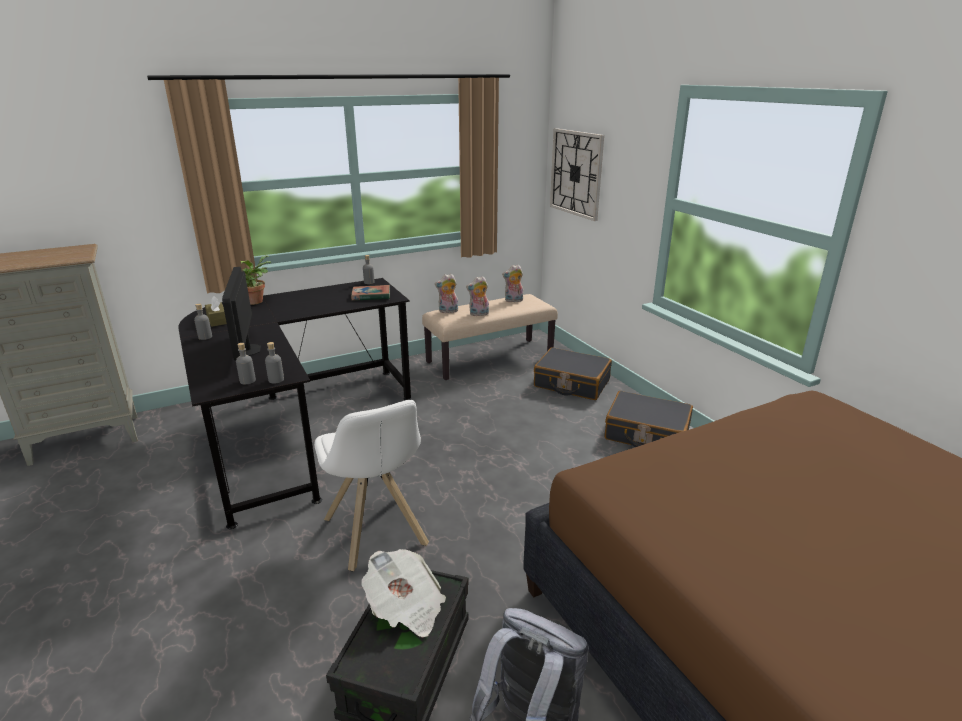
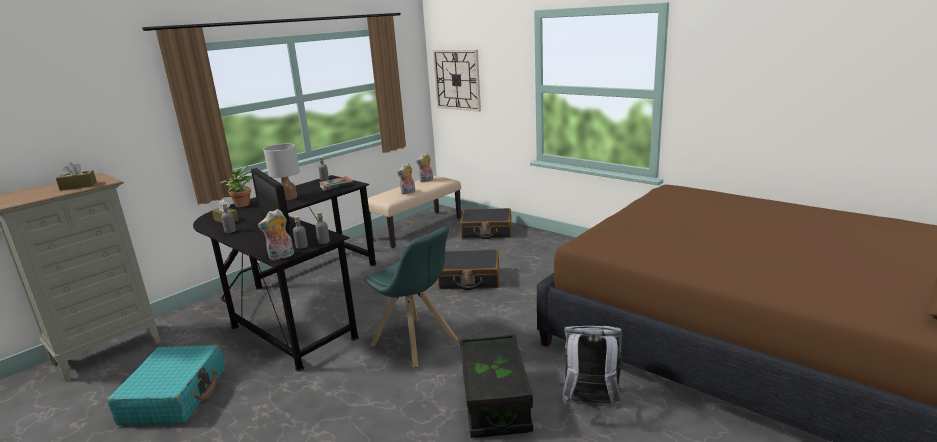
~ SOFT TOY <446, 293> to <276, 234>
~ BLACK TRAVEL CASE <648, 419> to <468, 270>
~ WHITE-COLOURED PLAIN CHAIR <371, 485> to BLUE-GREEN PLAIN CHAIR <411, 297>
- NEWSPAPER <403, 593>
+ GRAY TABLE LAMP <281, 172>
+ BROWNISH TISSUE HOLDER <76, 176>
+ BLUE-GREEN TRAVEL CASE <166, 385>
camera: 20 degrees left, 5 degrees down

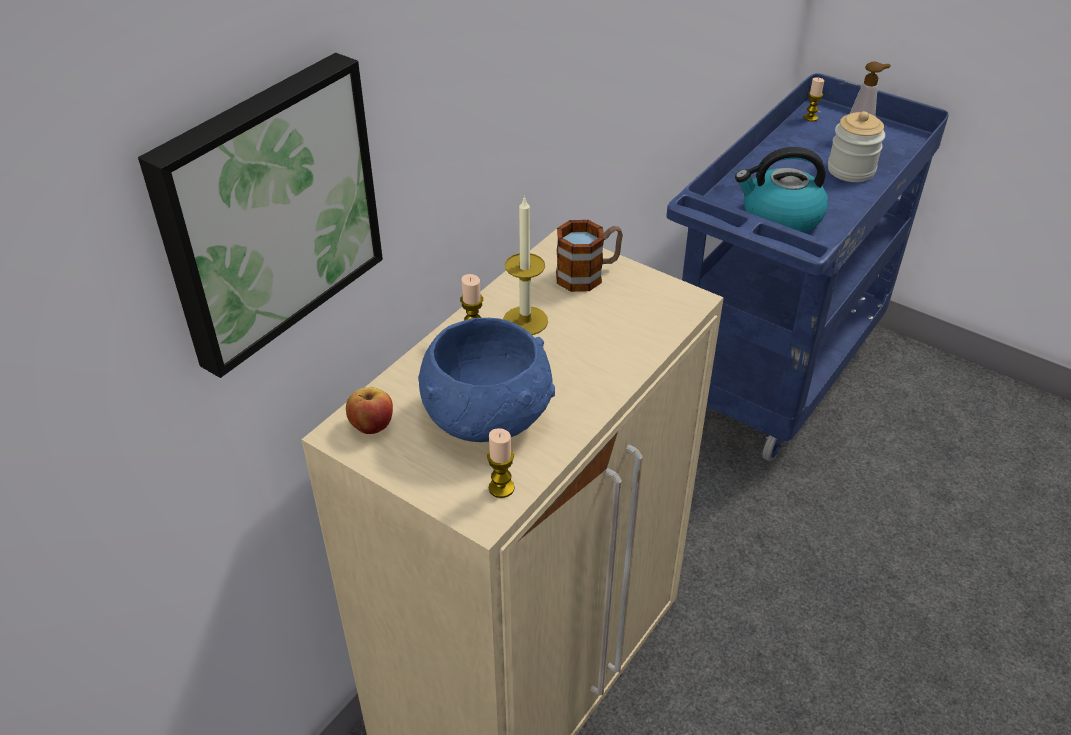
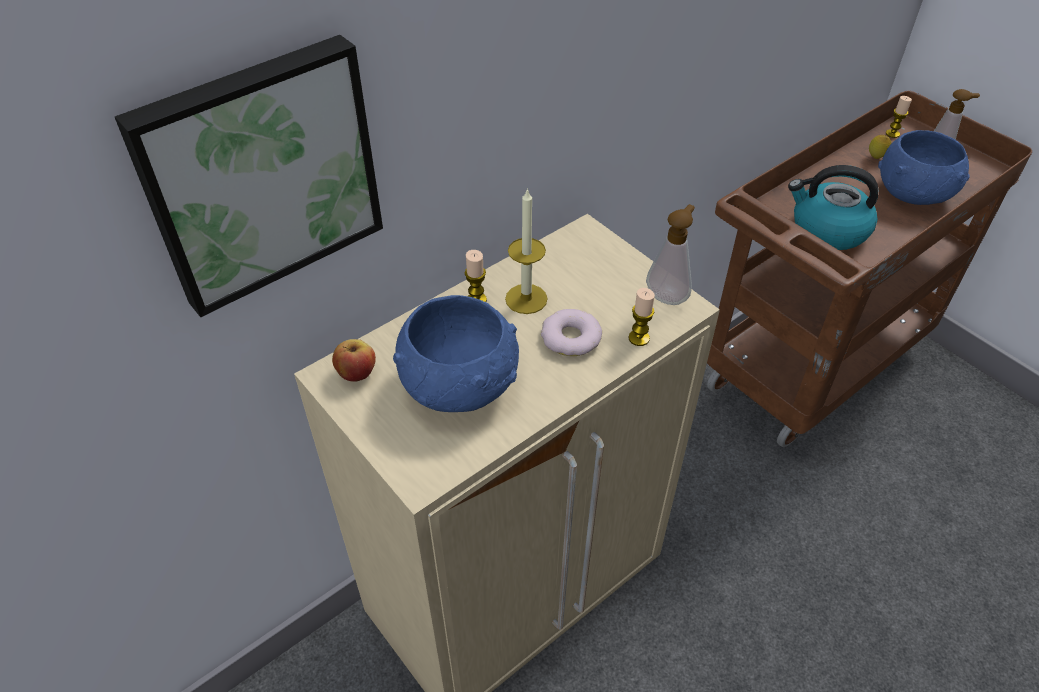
~ BLUE-COLOURED CART <807, 267> to BROWNISH CART <869, 269>
~ STORAGE JAR <856, 146> to BLUE-COLOURED BOWL <924, 167>
- MUG <589, 256>
~ CANDLE <501, 463> to <641, 317>
+ LEMON <880, 147>
+ LIQUID SOAP BOTTLE <670, 254>
+ RING DOUGHNUT <571, 332>
camera: 15 degrees right, 5 degrees up

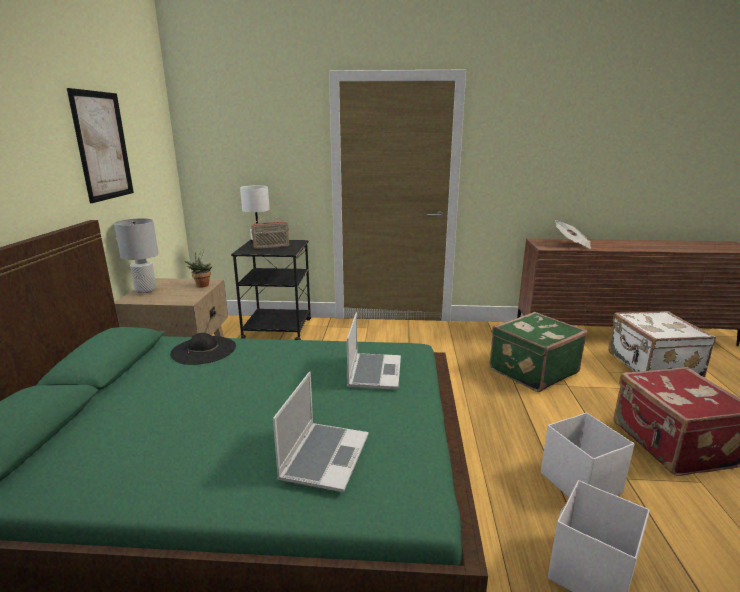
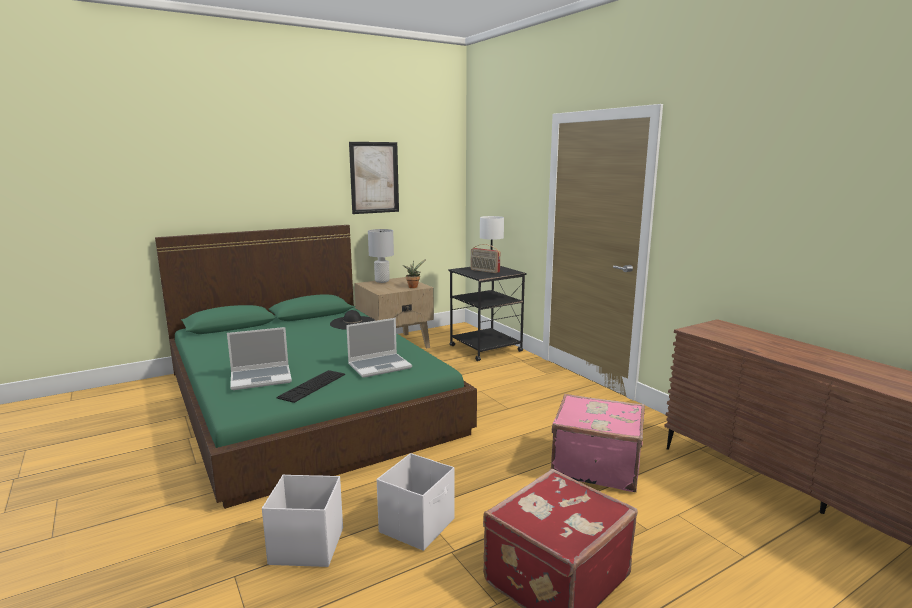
- NEWSPAPER <573, 234>
- WHITE-COLOURED TRAVEL CASE <662, 344>
~ GREENISH TRAVEL CASE <538, 352> to PINK TRAVEL CASE <598, 443>
+ PC KEYBOARD <310, 386>
camera: 55 degrees right, 5 degrees down

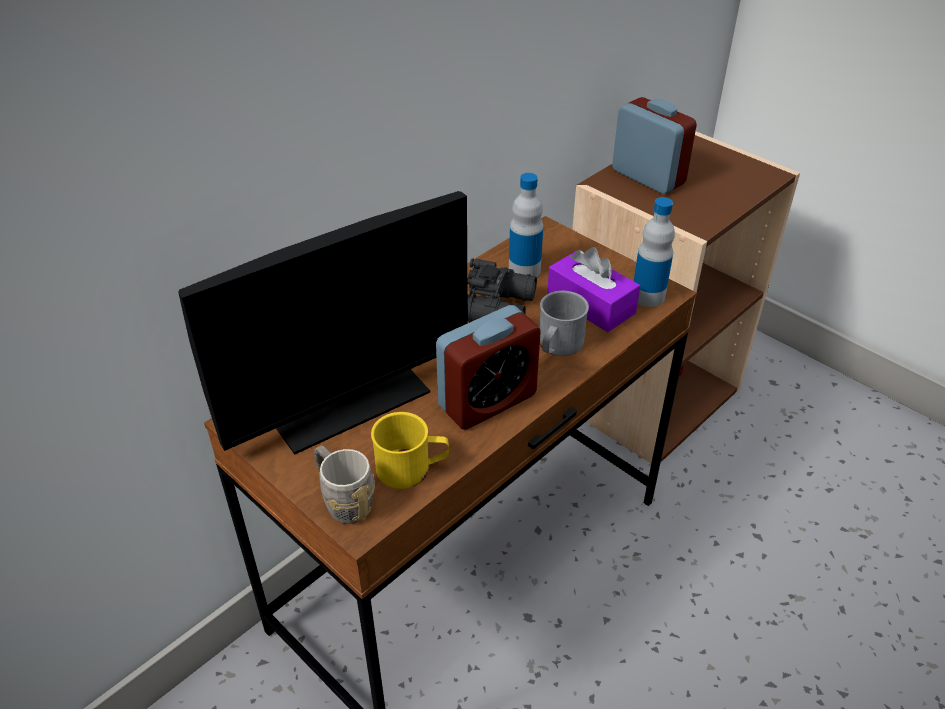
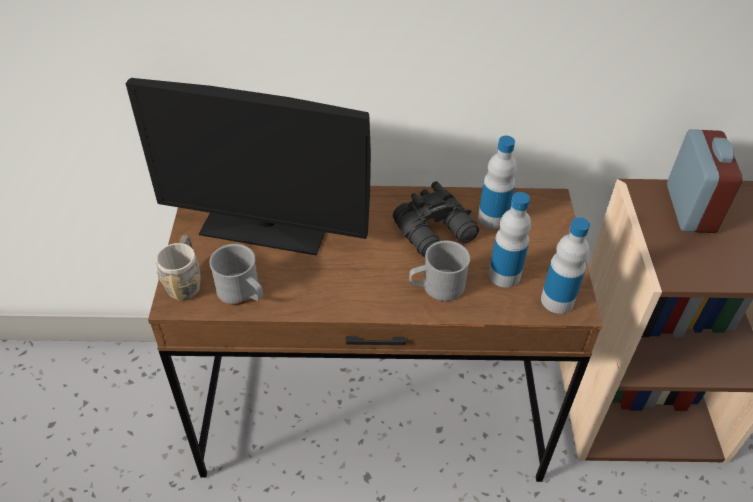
~ PURPLISH TISSUE HOLDER <593, 289> to BEVERAGE BOTTLE <510, 240>
- TABLE CLOCK <488, 367>
~ YELLOW MUG <410, 450> to GRAY MUG <236, 274>
camera: 45 degrees right, 5 degrees up

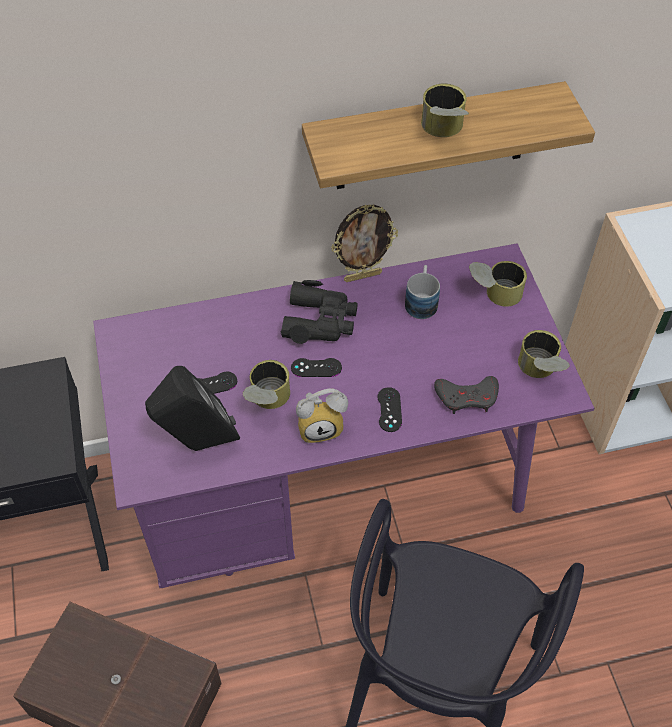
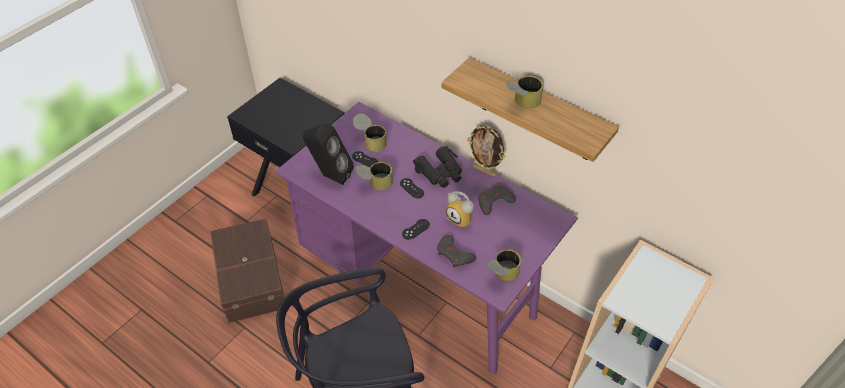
~ METAL CAN <498, 284> to <370, 132>
~ MUG <422, 292> to GRAY JOYPAD <497, 200>
~ TABLE CLOCK <322, 416> to <460, 209>
camera: 50 degrees right, 5 degrees down

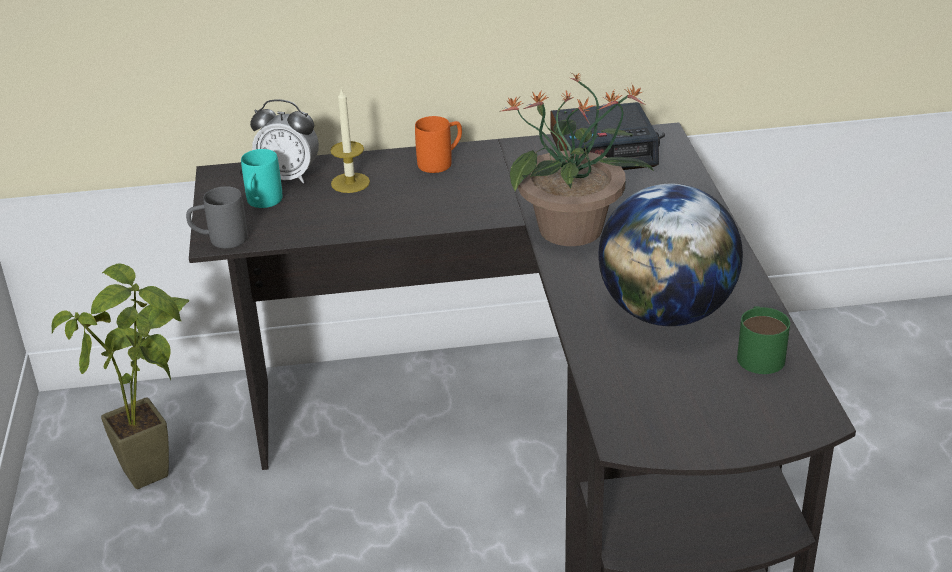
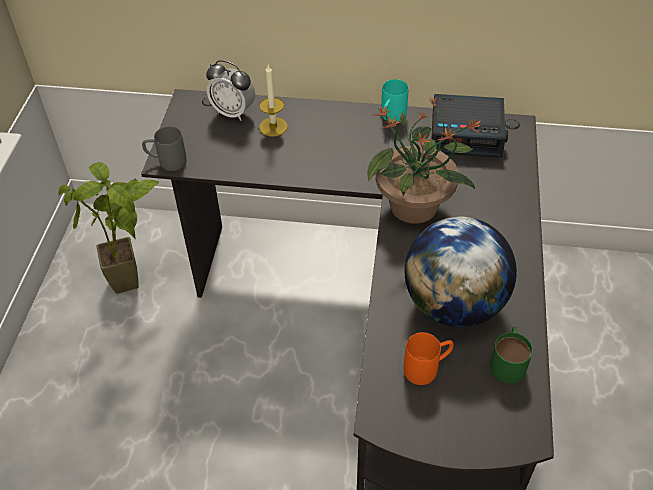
~ ORANGEY MUG <438, 144> to <429, 358>
~ BLUE-GREEN MUG <261, 178> to <395, 100>
camera: 15 degrees right, 15 degrees up

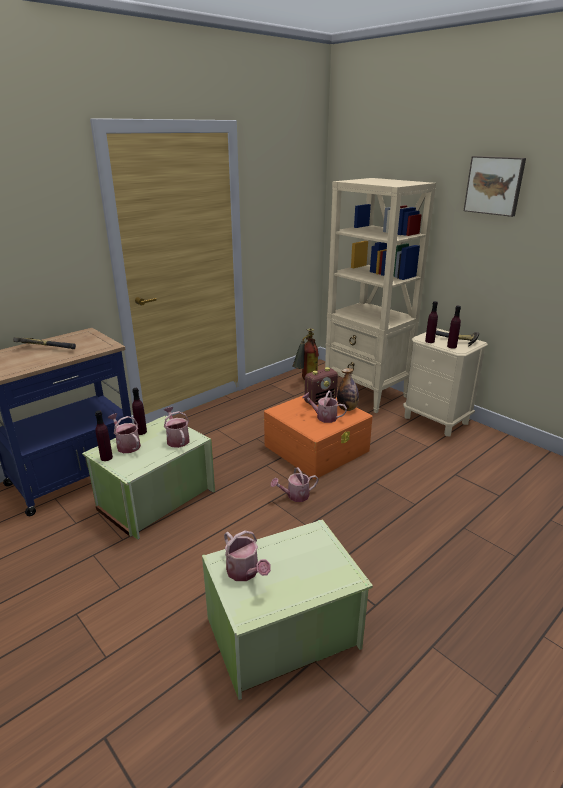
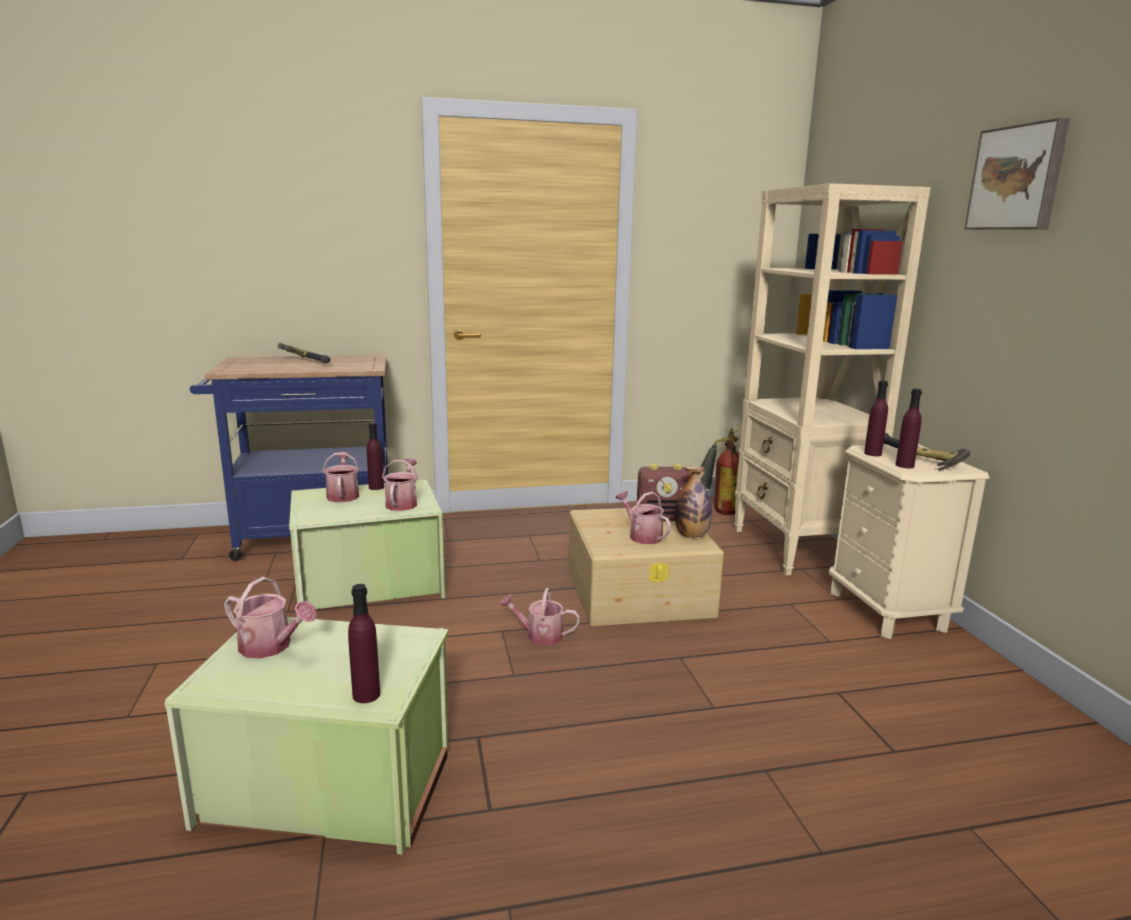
~ ORANGEY STORAGE BOX <318, 437> to BEIGE STORAGE BOX <646, 567>
~ PURPLISH BEVERAGE BOTTLE <104, 436> to <364, 643>
~ SPRINKLING CAN <247, 555> = <270, 618> 60 degrees counterclockwise
camera: 30 degrees right, 10 degrees down

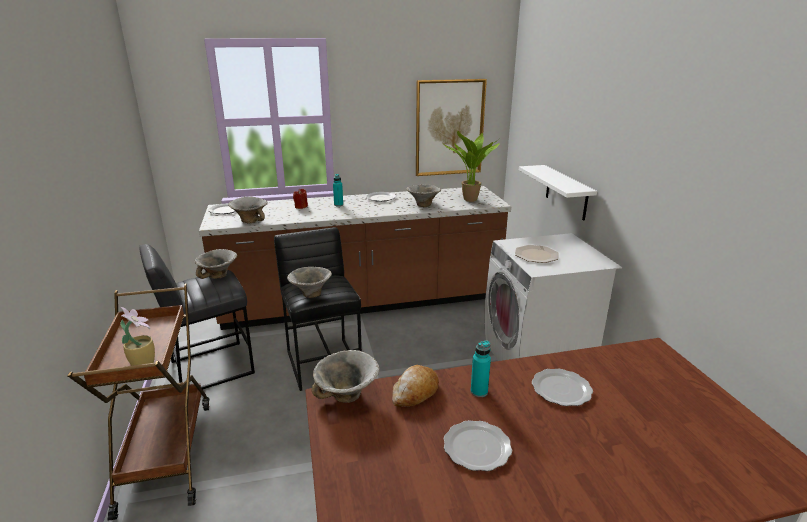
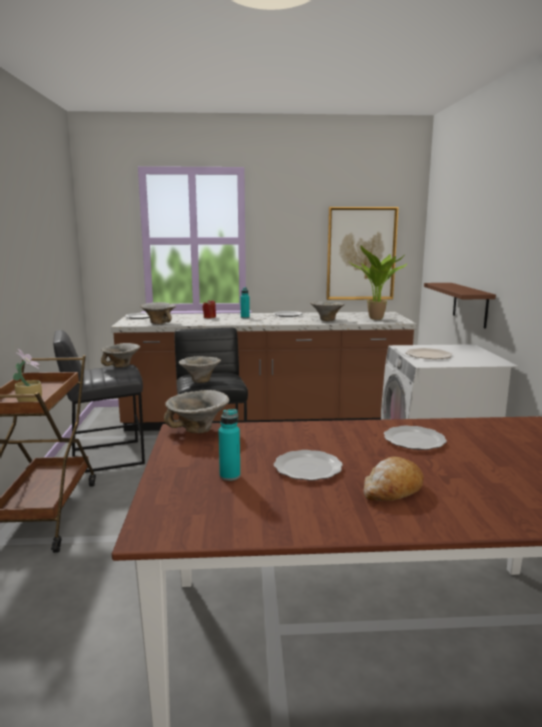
~ WHITE-COLOURED BRACKET SHELF <558, 193> to BROWNISH BRACKET SHELF <460, 305>
~ BLUE-GREEN BEVERAGE BOTTLE <481, 368> to <229, 445>
~ BREAD <415, 386> to <394, 478>
camera: 10 degrees right, 10 degrees down

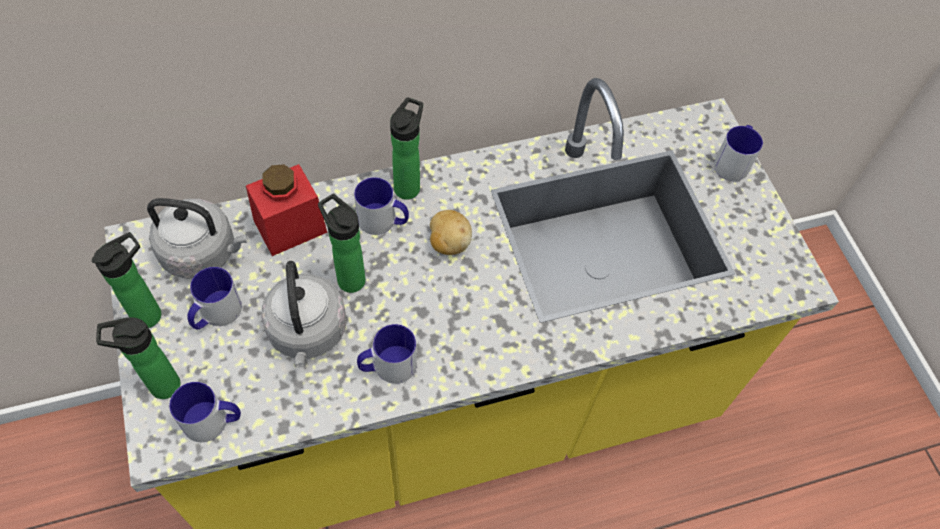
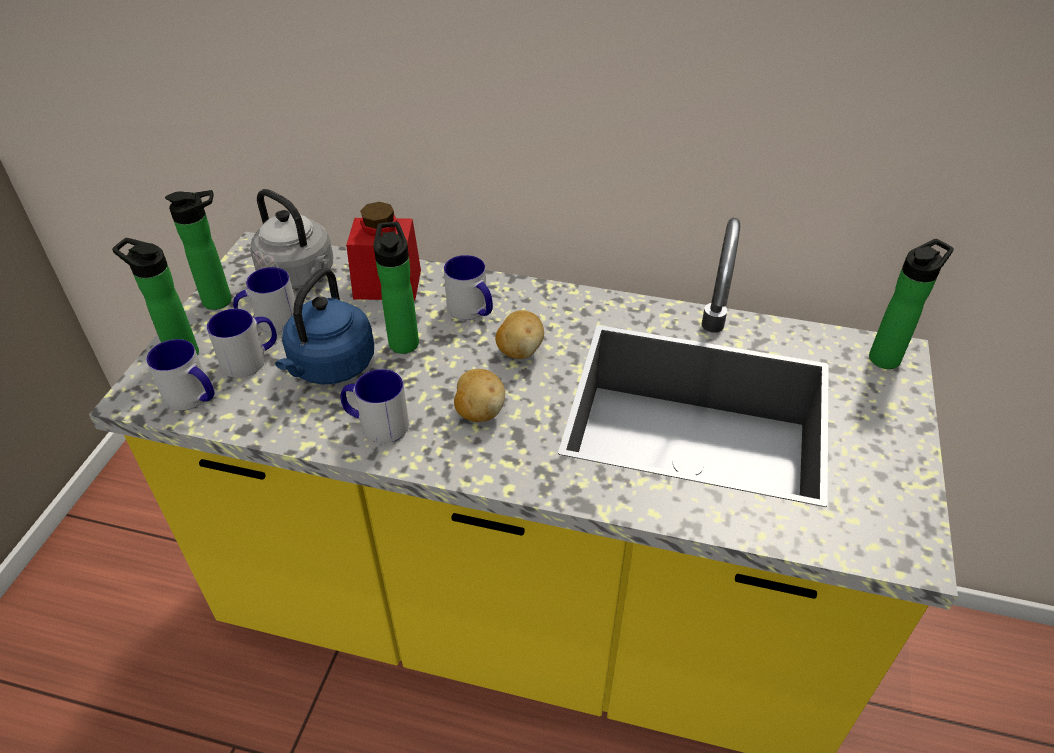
~ BEVERAGE BOTTLE <406, 148> to <911, 304>
~ MUG <738, 153> to <242, 343>
~ GRAY KETTLE <303, 314> to BLUE-COLOURED KETTLE <324, 326>
+ WHOLE POTATO <479, 395>
camera: 35 degrees right, 15 degrees down

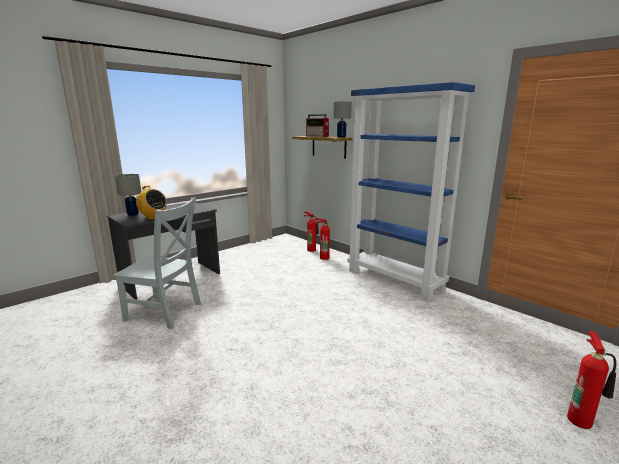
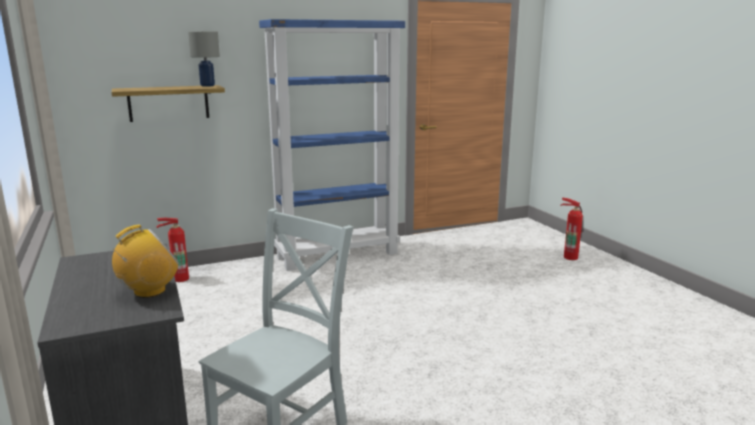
- RADIO RECEIVER <317, 125>
- GRAY TABLE LAMP <128, 195>
- FIRE EXTINGUISHER <322, 239>
camera: 70 degrees left, 0 degrees up

